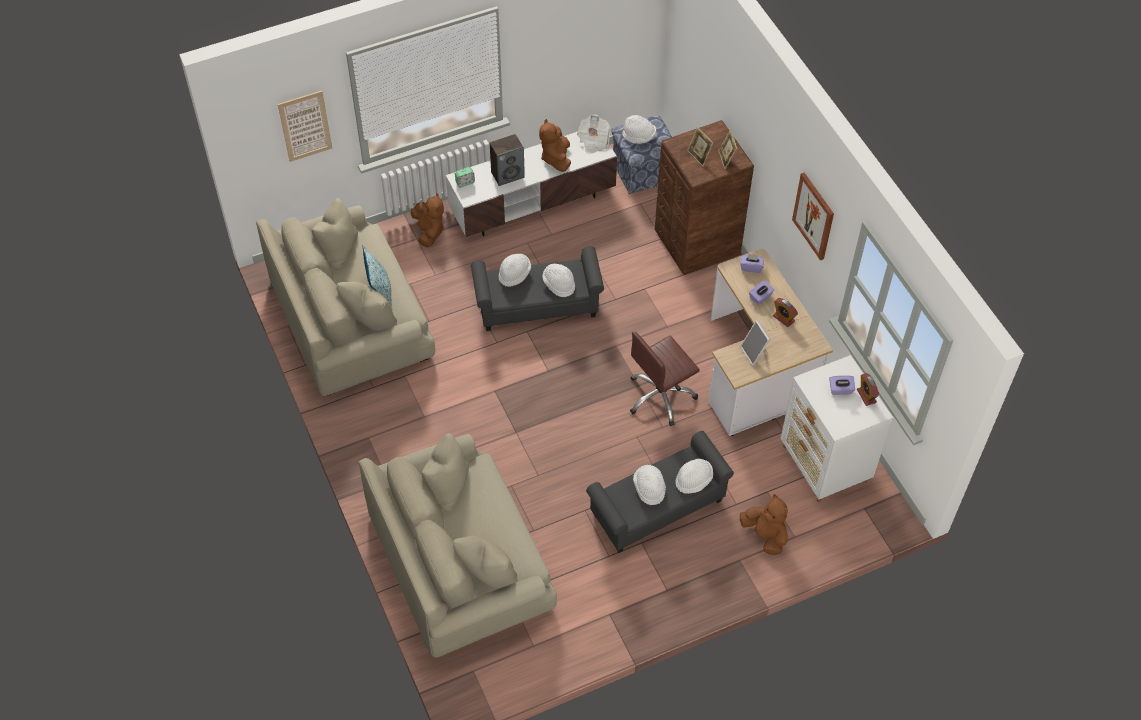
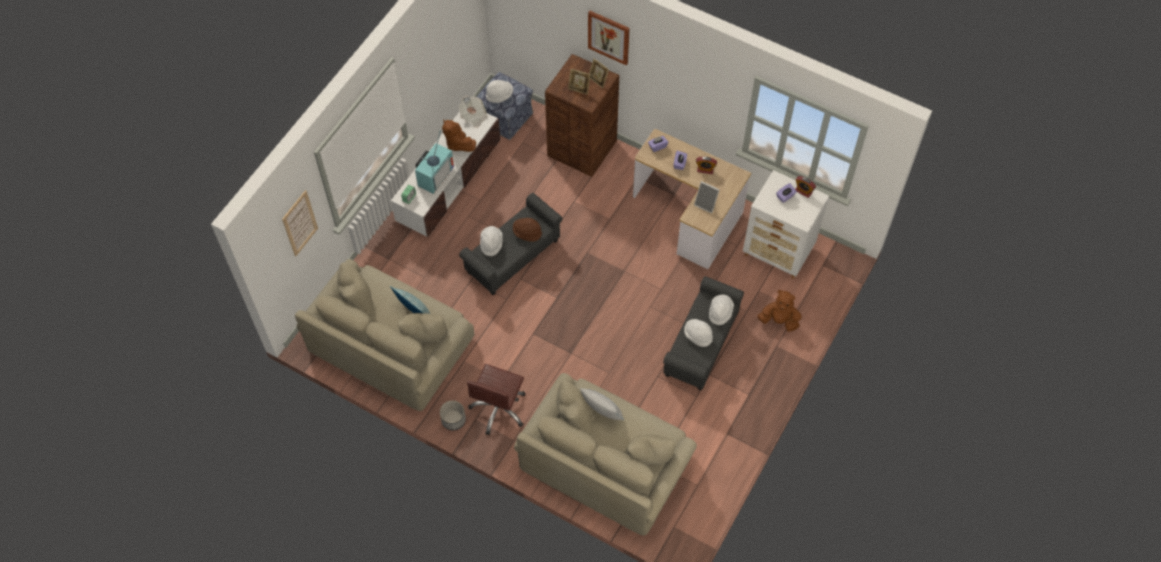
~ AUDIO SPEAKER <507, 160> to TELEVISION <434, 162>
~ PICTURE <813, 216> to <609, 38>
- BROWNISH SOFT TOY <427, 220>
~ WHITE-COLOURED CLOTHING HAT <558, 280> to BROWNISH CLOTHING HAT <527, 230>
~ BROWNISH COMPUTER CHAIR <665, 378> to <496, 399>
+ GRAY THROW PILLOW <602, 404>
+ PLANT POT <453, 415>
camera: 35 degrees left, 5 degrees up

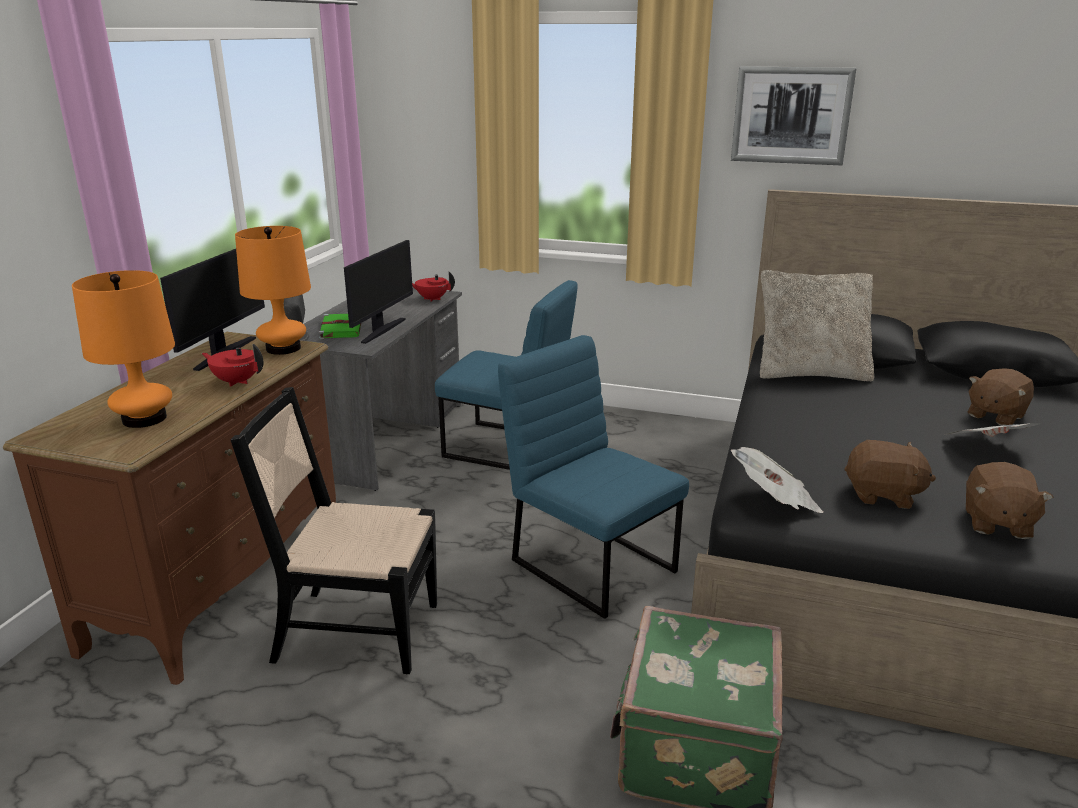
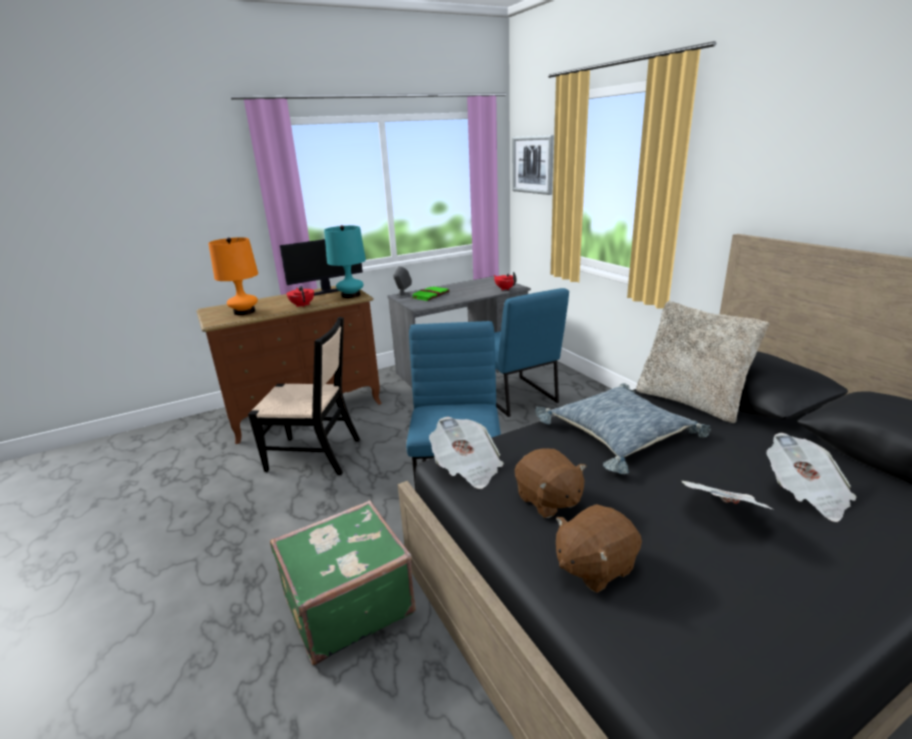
~ PICTURE <793, 115> to <533, 165>
~ ORANGEY TABLE LAMP <273, 290> to BLUE-GREEN TABLE LAMP <345, 261>
- COMPUTER SCREEN <378, 292>
~ BROWNISH SOFT TOY <1001, 397> to NEWSPAPER <812, 477>
~ PLAIN CHAIR <334, 530> = <304, 396> 135 degrees clockwise
+ THROW PILLOW <623, 428>
camera: 45 degrees right, 0 degrees up

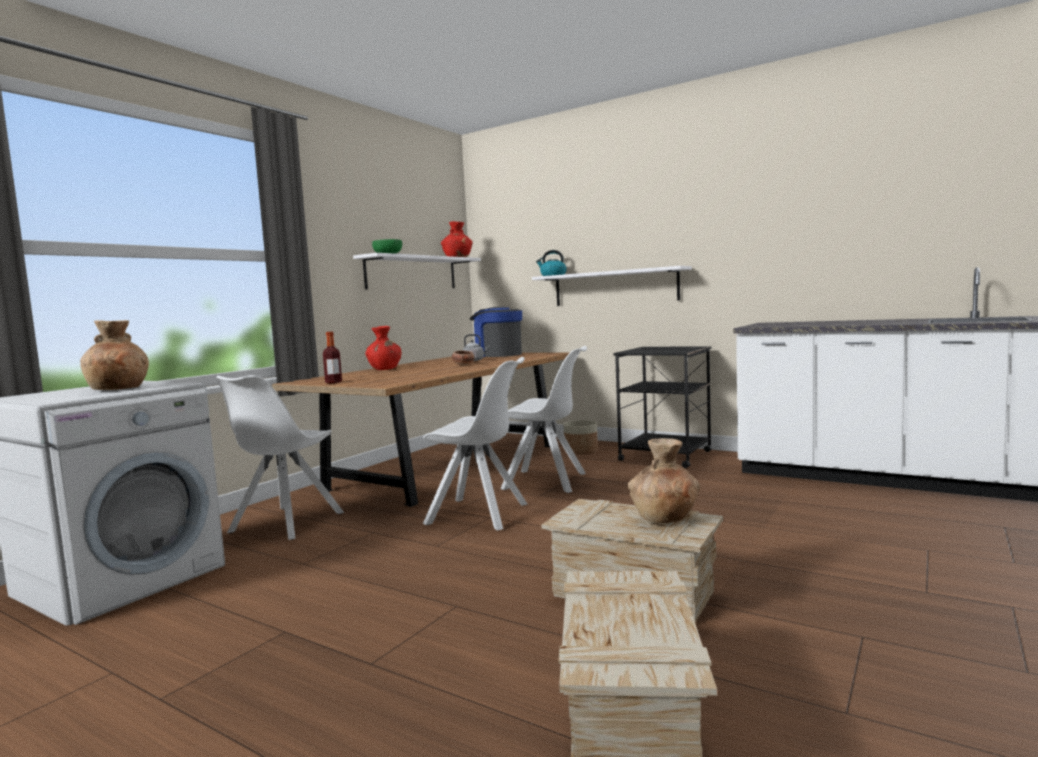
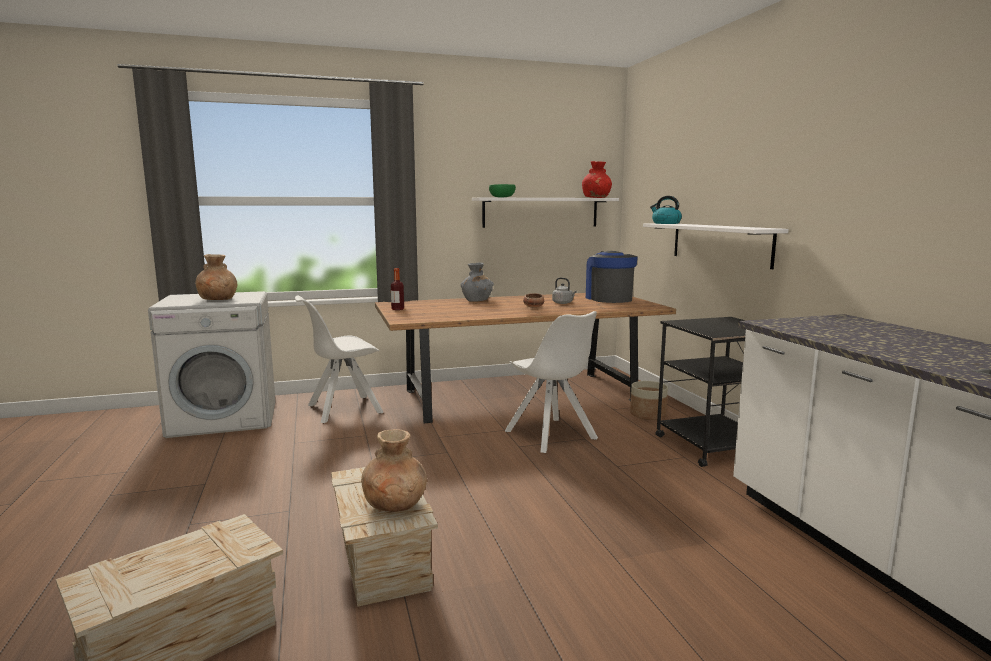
~ RED-COLOURED VASE <383, 348> to GRAY VASE <477, 282>
- WHITE-COLOURED PLAIN CHAIR <475, 443>
camera: 40 degrees right, 5 degrees up

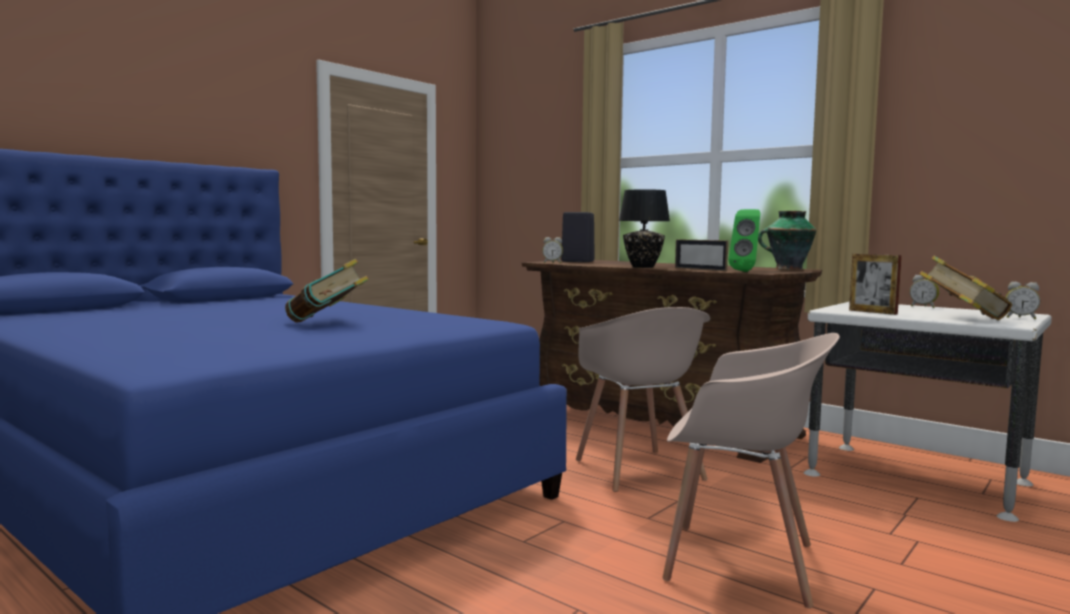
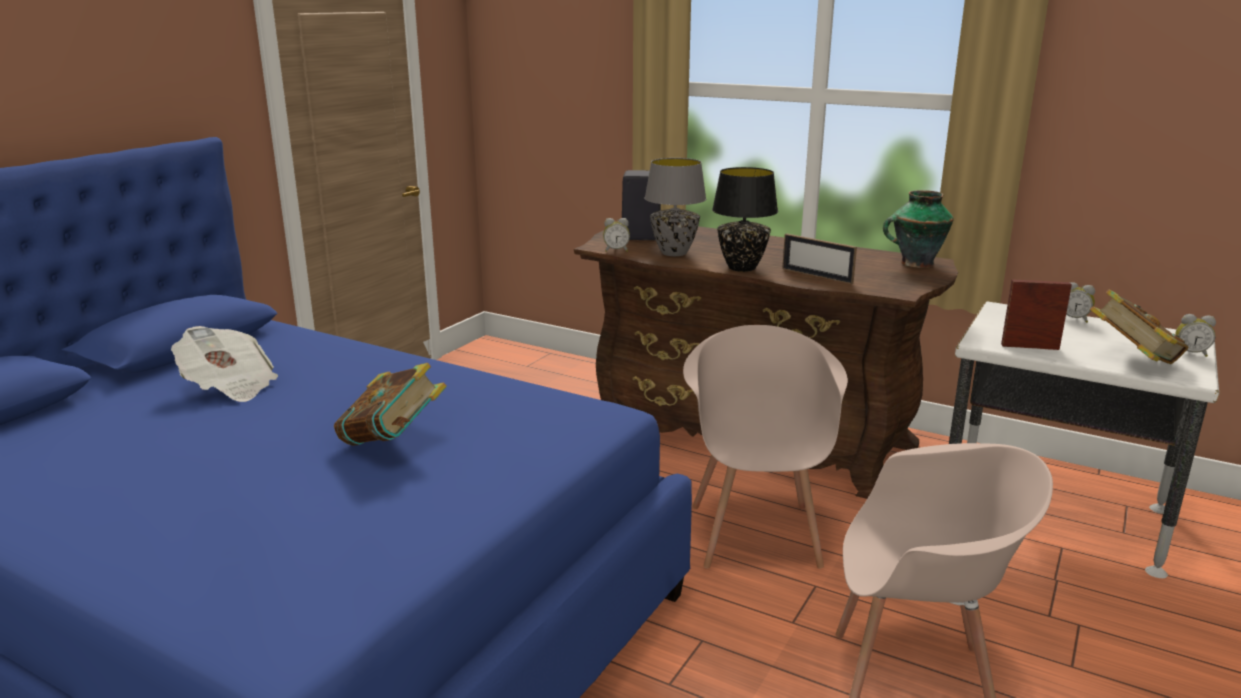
- GREENISH AUDIO SPEAKER <744, 240>
~ PICTURE FRAME <875, 284> = <1036, 314> 150 degrees clockwise
~ BEIGE PLAIN CHAIR <643, 399> = <765, 447> 150 degrees counterclockwise
+ GRAY TABLE LAMP <675, 207>
+ NEWSPAPER <224, 364>
camera: 10 degrees left, 15 degrees up

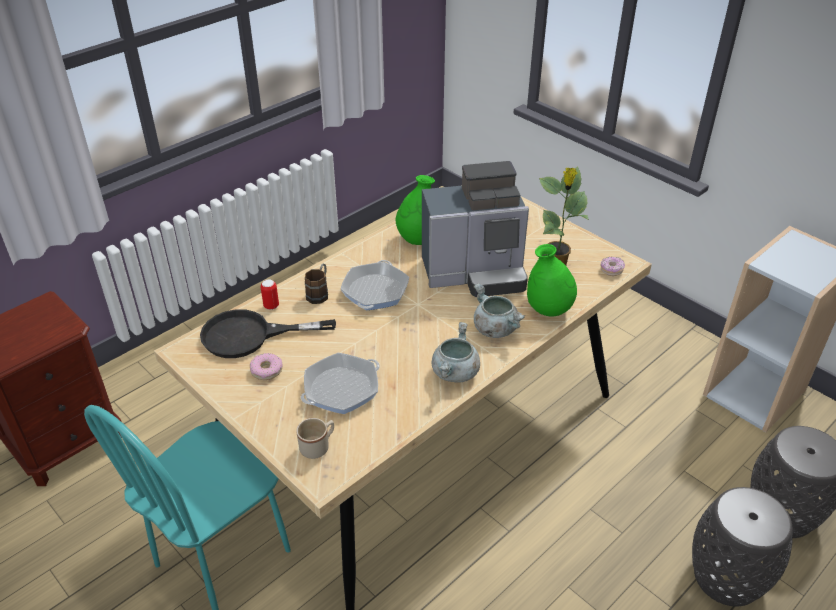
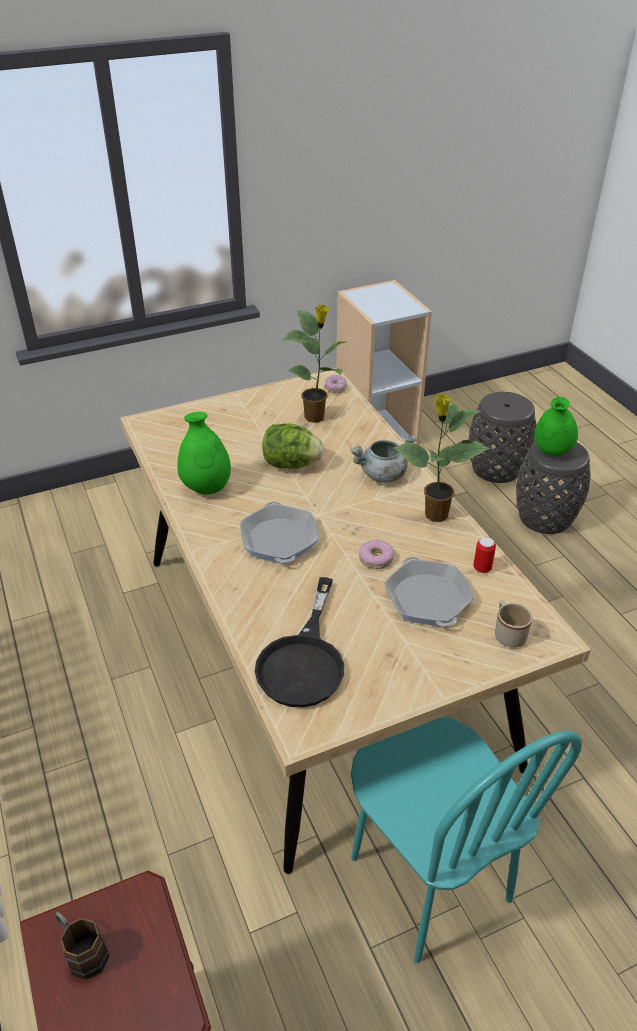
~ COFFEE MAKER <475, 229> to LETTUCE <293, 446>
~ GREENISH VASE <552, 280> to <556, 426>
~ PAN <374, 285> = <279, 532> 45 degrees clockwise
~ BROWNISH MUG <316, 284> to <81, 945>
~ METAL CAN <270, 294> to <484, 555>
~ GRAY COOKING POT <455, 352> to POTTED PLANT <441, 458>
~ RING DOUGHNUT <266, 366> to <376, 554>
camera: 70 degrees left, 0 degrees up

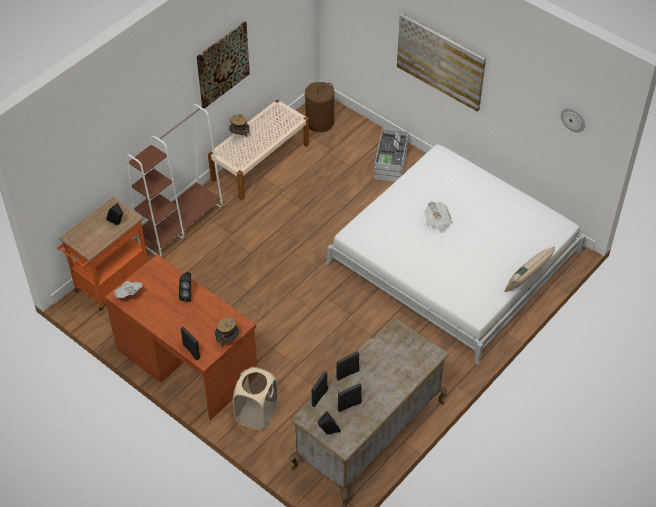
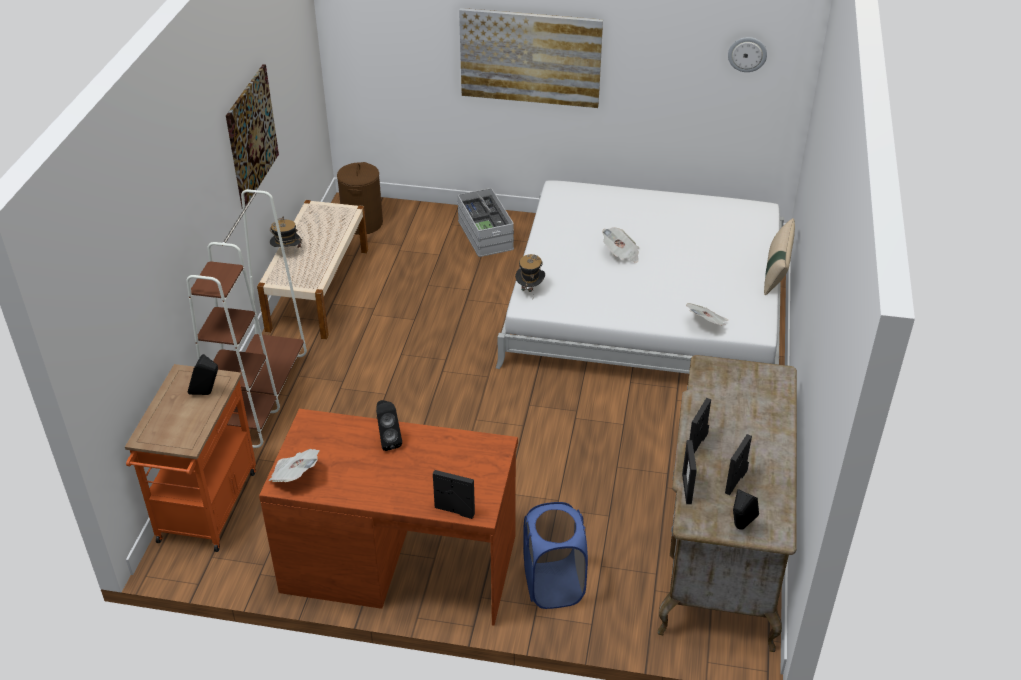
~ CLOTHING HAT <227, 331> to <530, 273>
~ BEIGE WASHING BASKET <255, 398> to BLUE-COLOURED WASHING BASKET <555, 555>
+ NEWSPAPER <707, 314>
camera: 30 degrees left, 10 degrees down

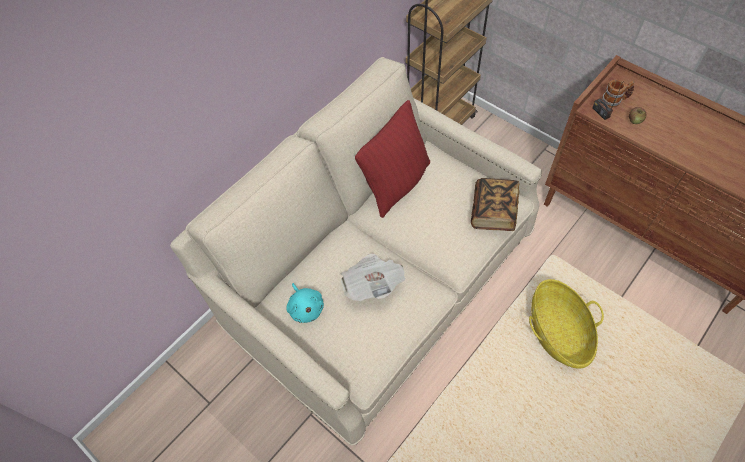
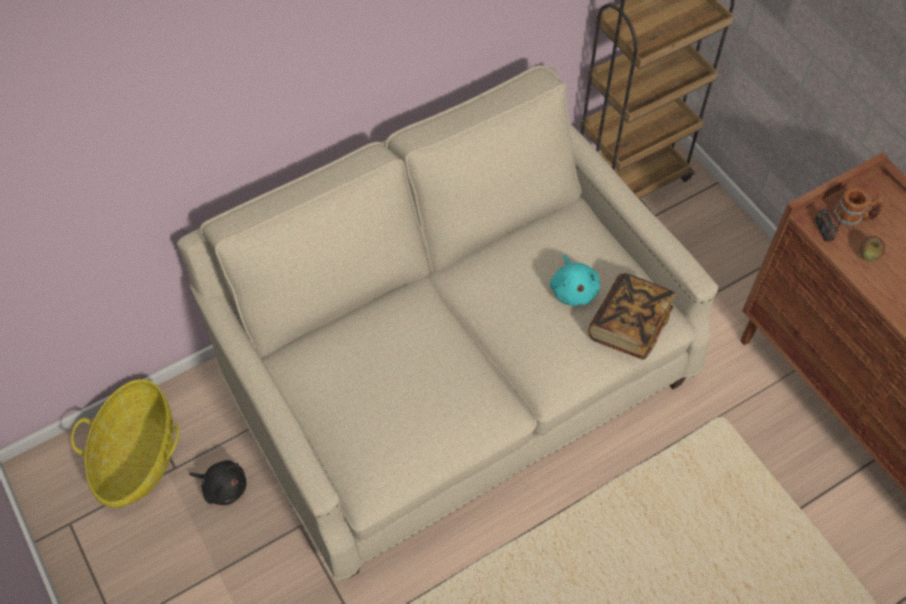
- RED-COLOURED THROW PILLOW <392, 159>
- NEWSPAPER <373, 277>
~ HOUSEHOLD BASKET <566, 324> to <125, 443>
~ BLUE-GREEN SOFT TOY <305, 303> to <575, 280>
+ BLACK SOFT TOY <217, 482>
camera: 15 degrees right, 0 degrees up

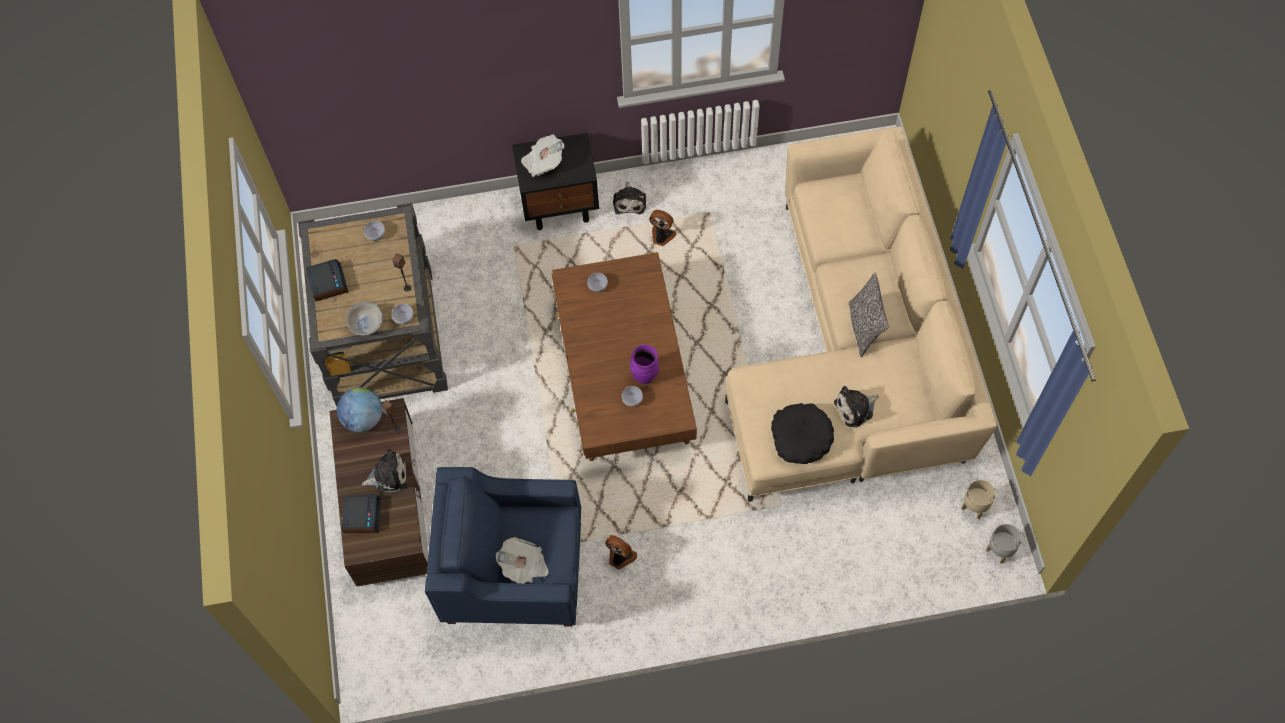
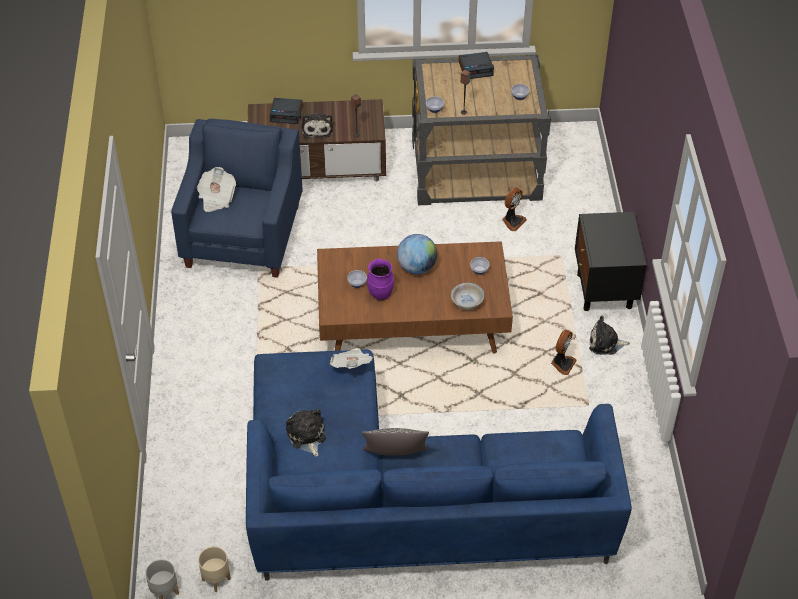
~ BEIGE SETTEE <861, 314> to BLUE-COLOURED SETTEE <439, 465>
~ NEWSPAPER <543, 155> to <351, 358>
~ WHITE-COLOURED BOWL <364, 319> to <468, 296>
~ WORLD GLOBE <359, 409> to <417, 254>
- BLACK THROW PILLOW <802, 433>
~ COOLING FAN <621, 552> to <514, 209>
camera: 95 degrees right, 15 degrees down

